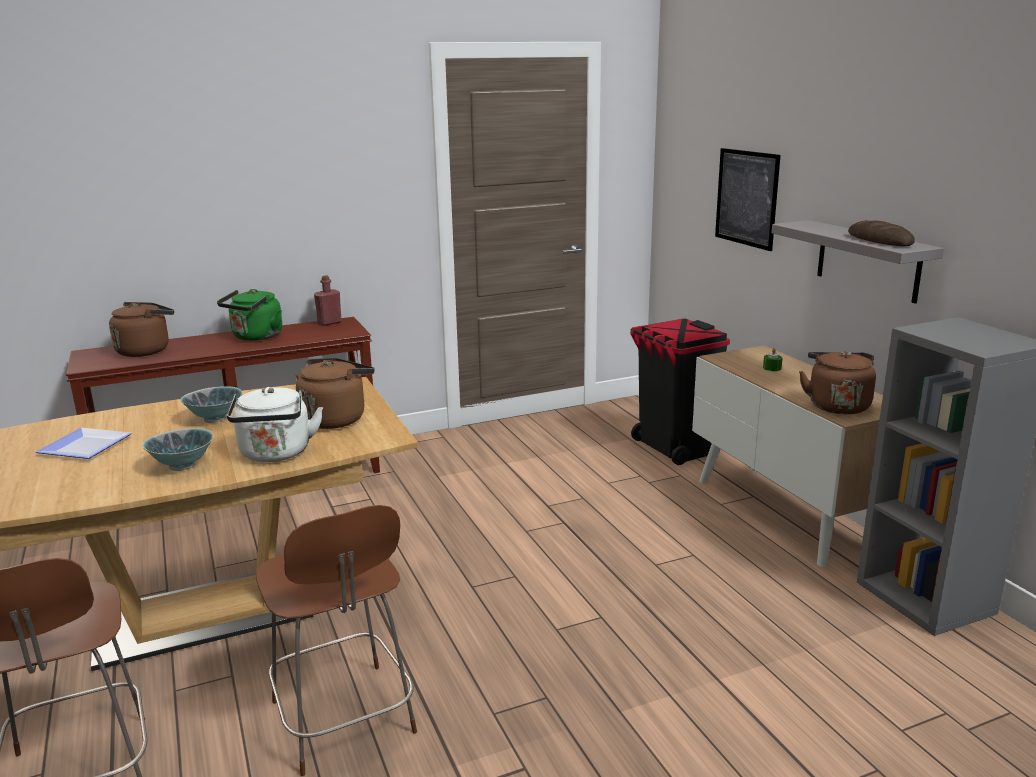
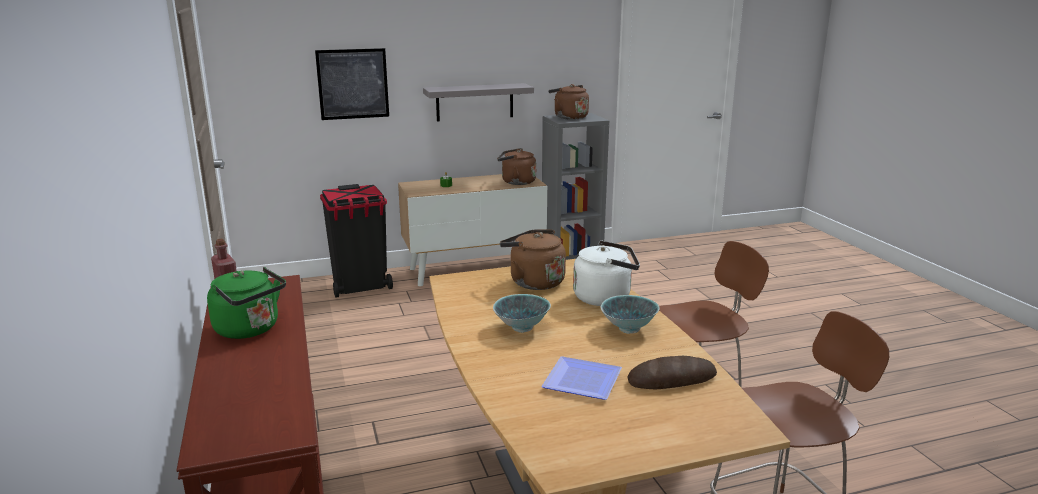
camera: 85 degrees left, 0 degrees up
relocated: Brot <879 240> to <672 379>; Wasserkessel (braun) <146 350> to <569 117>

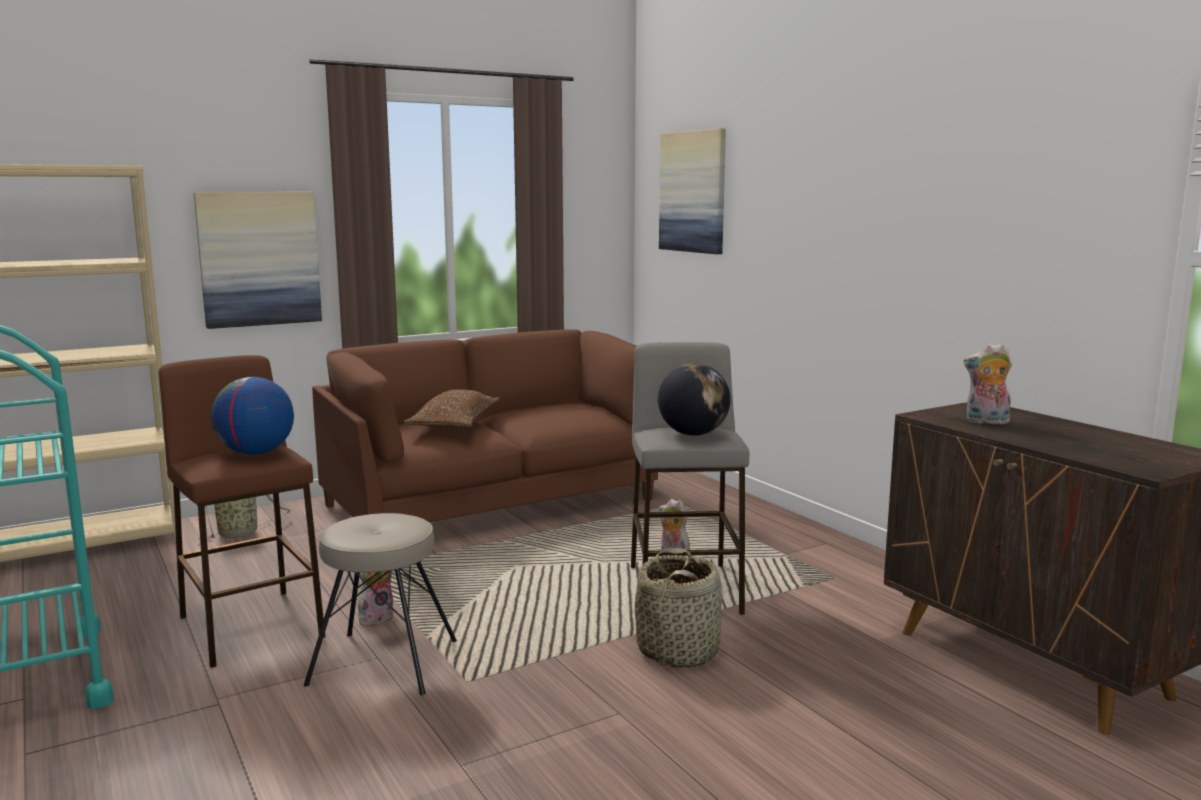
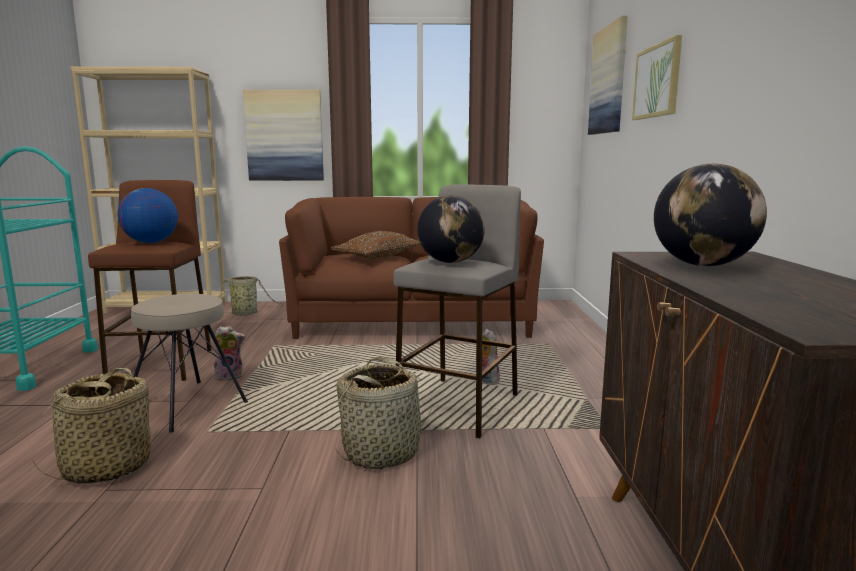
camera: 30 degrees right, 0 degrees up
appeared: Bild <657 81>; Korb <106 467>
exchanged: Plüschtier <986 422> to Globus <703 265>

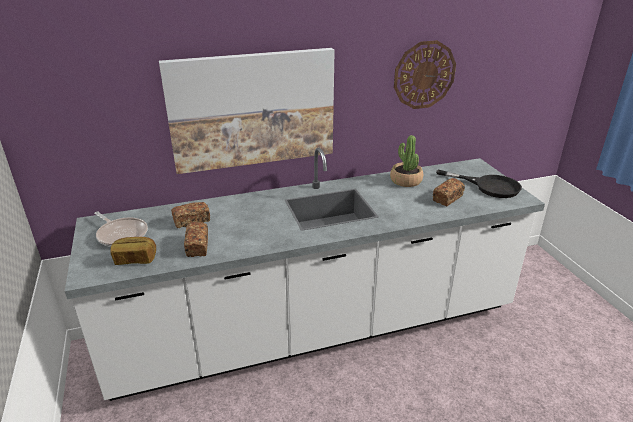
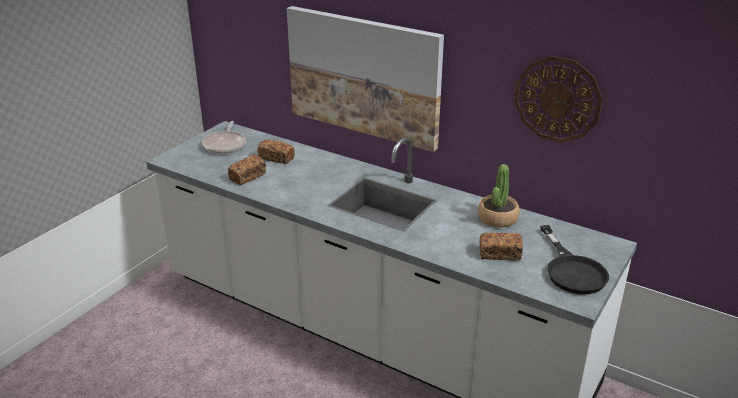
camera: 50 degrees right, 0 degrees up
missing: Brot <135 259>

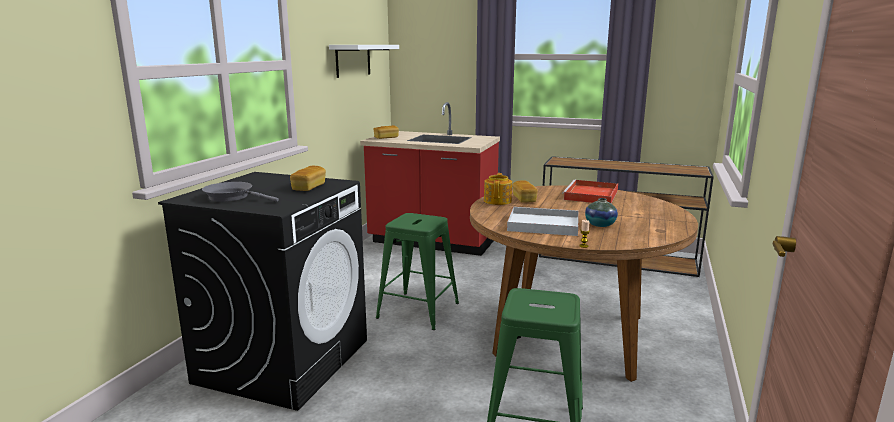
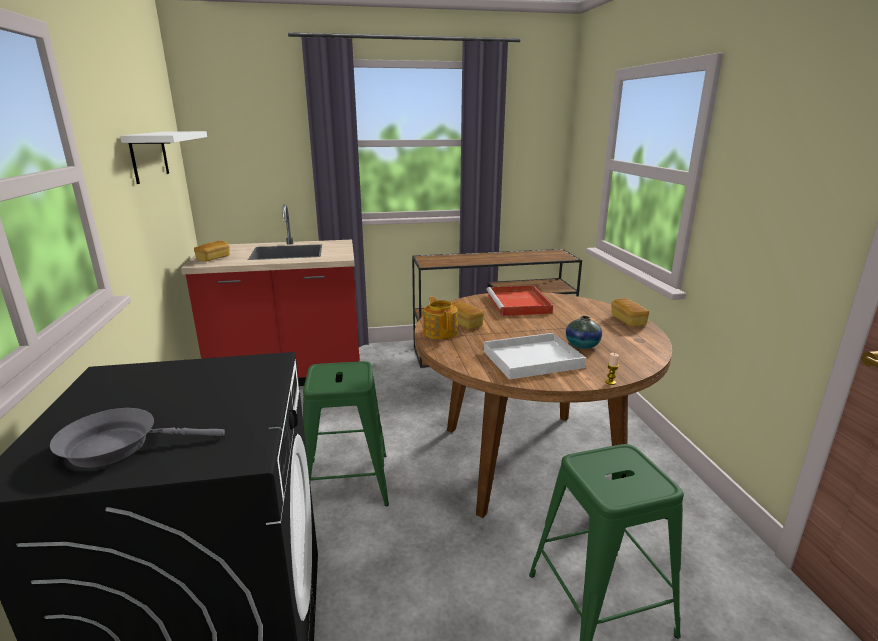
camera: 30 degrees left, 5 degrees up
relocated: Brot <309 187> to <628 321>

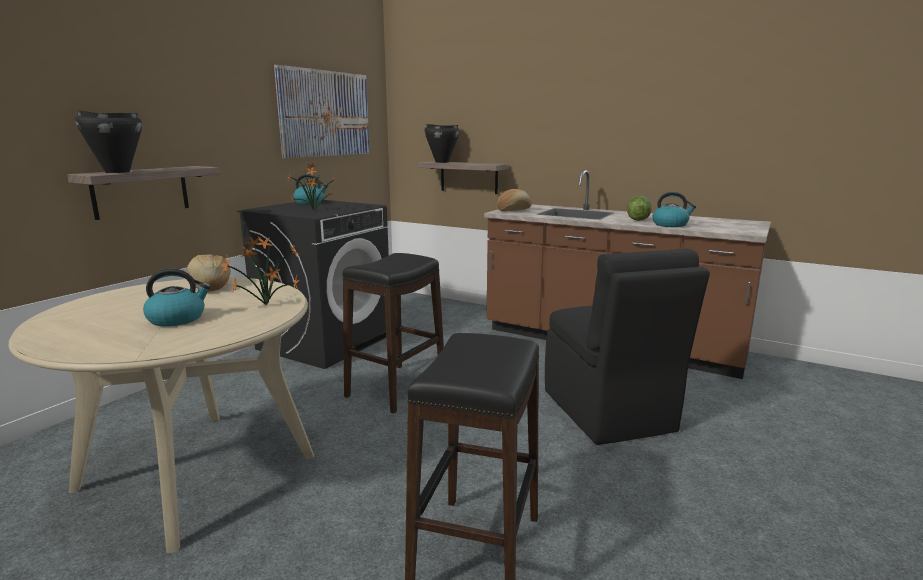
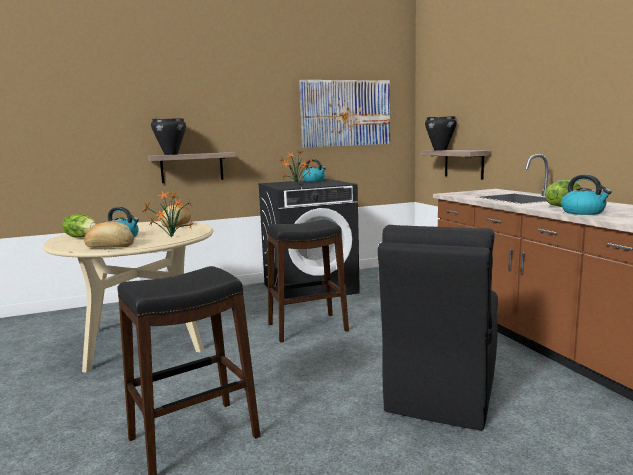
camera: 40 degrees right, 5 degrees down
appeared: Salatkopf <82 237>
relocated: Brot <513 210> to <110 247>

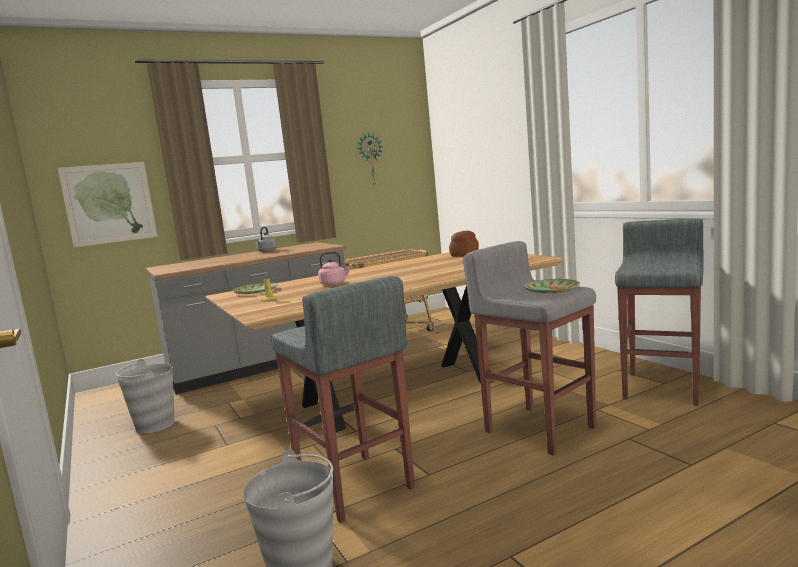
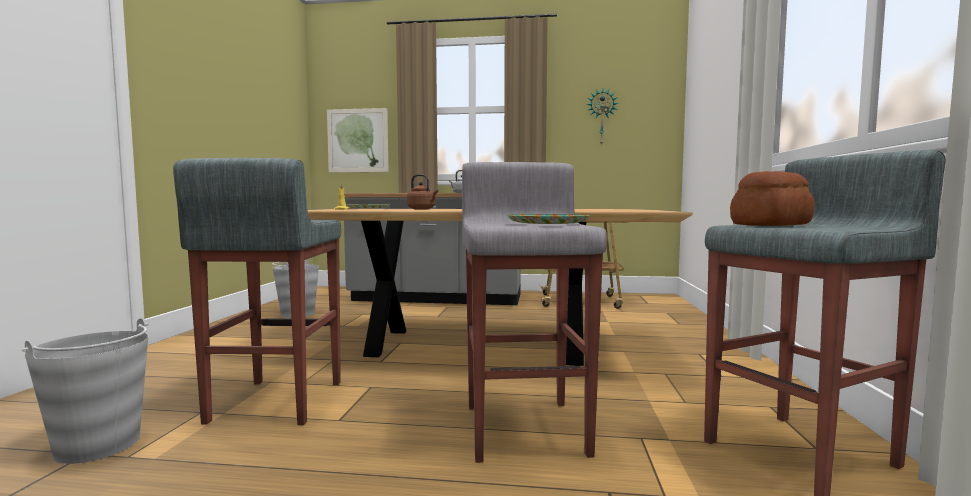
camera: 35 degrees right, 5 degrees down
relocated: Brot <464 254> to <769 225>
colour: Wasserkessel (rosa) <334 284> to Wasserkessel (braun) <422 209>

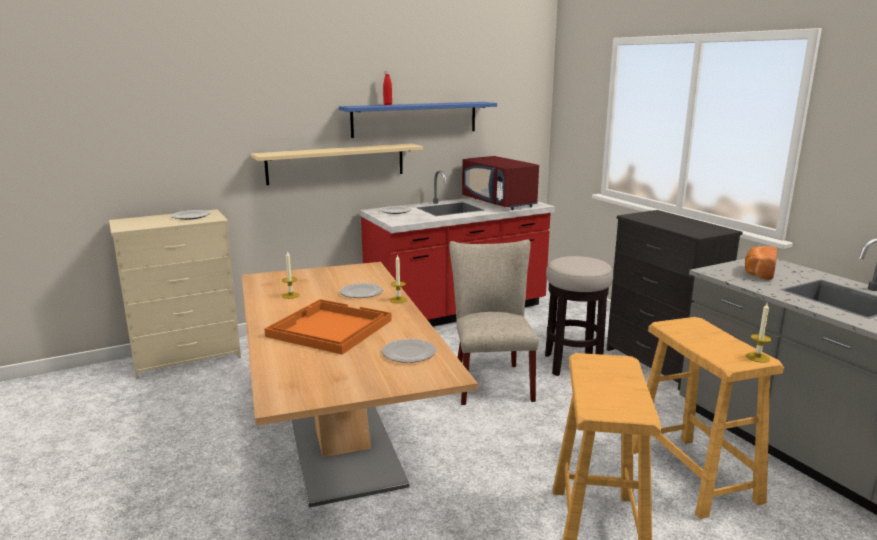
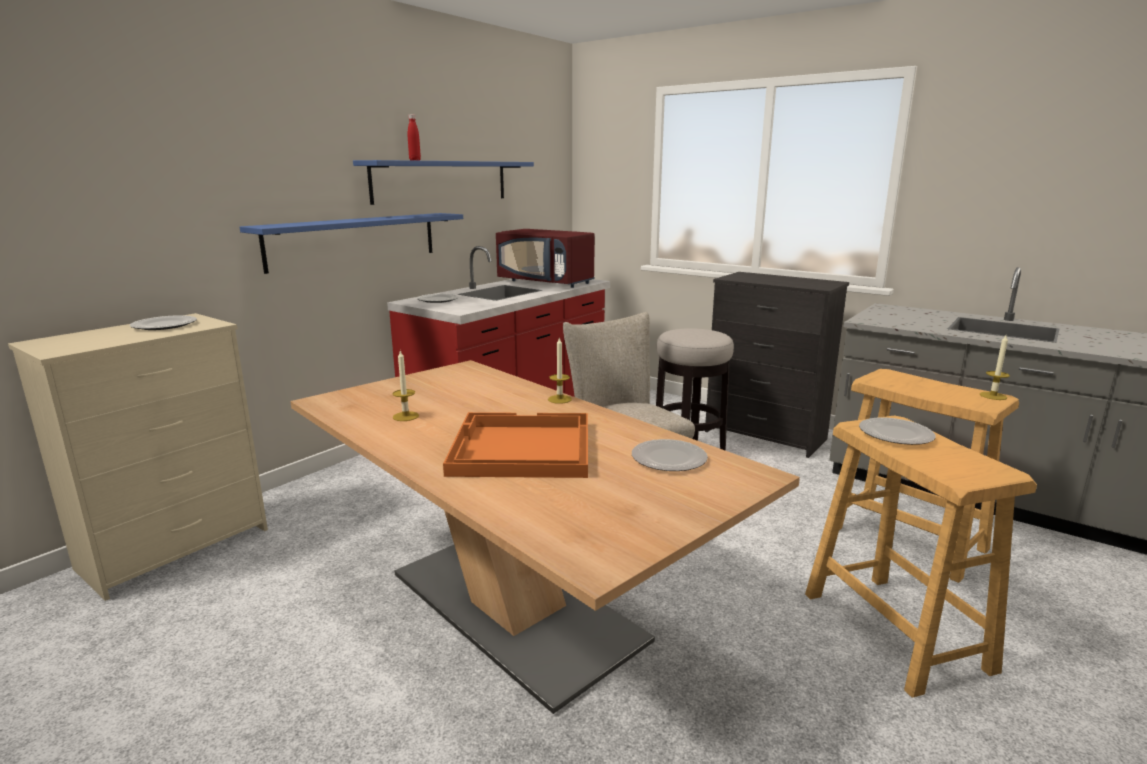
camera: 25 degrees left, 0 degrees up
missing: Brot <758 273>
relocated: Teller <360 292> to <894 434>
colour: Wandregal (beige) <336 163> to Wandregal (blau) <355 240>

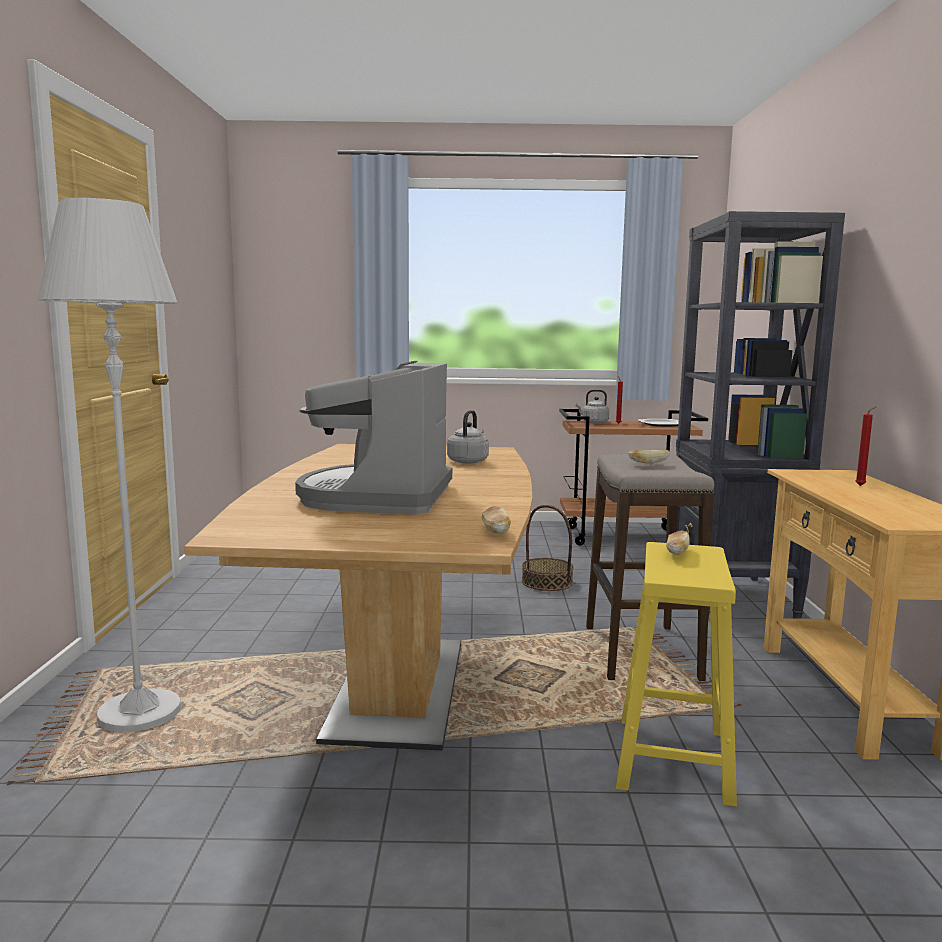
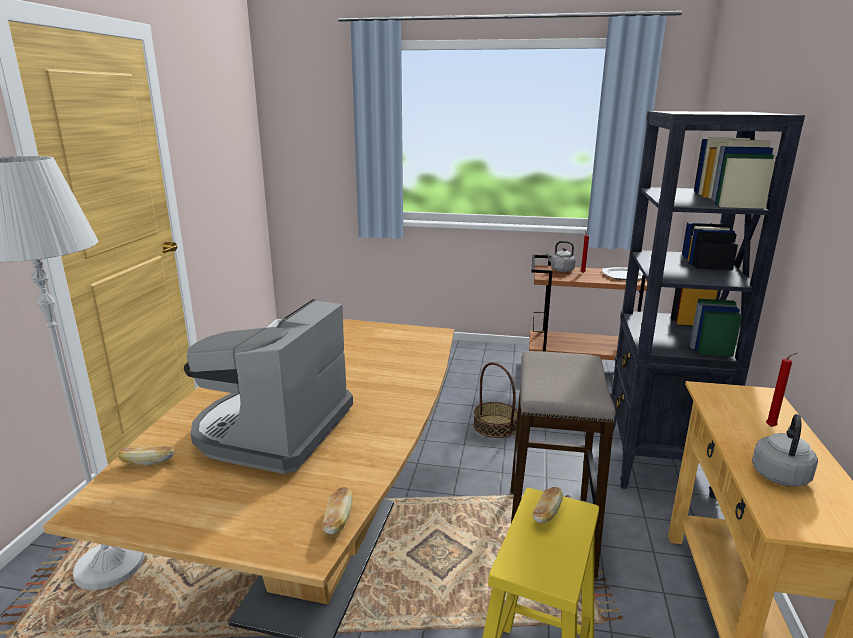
camera: 10 degrees right, 10 degrees up
relocated: Wasserkessel (grau) <468 461> to <780 474>; Brot <648 463> to <147 463>

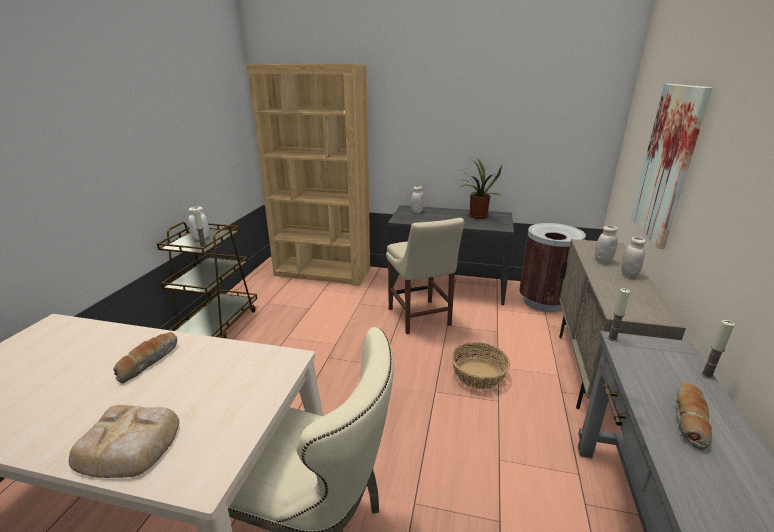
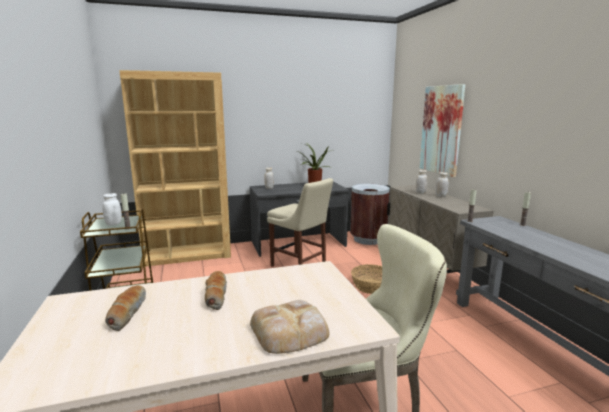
camera: 30 degrees left, 10 degrees down
relocated: Brot <688 419> to <127 312>

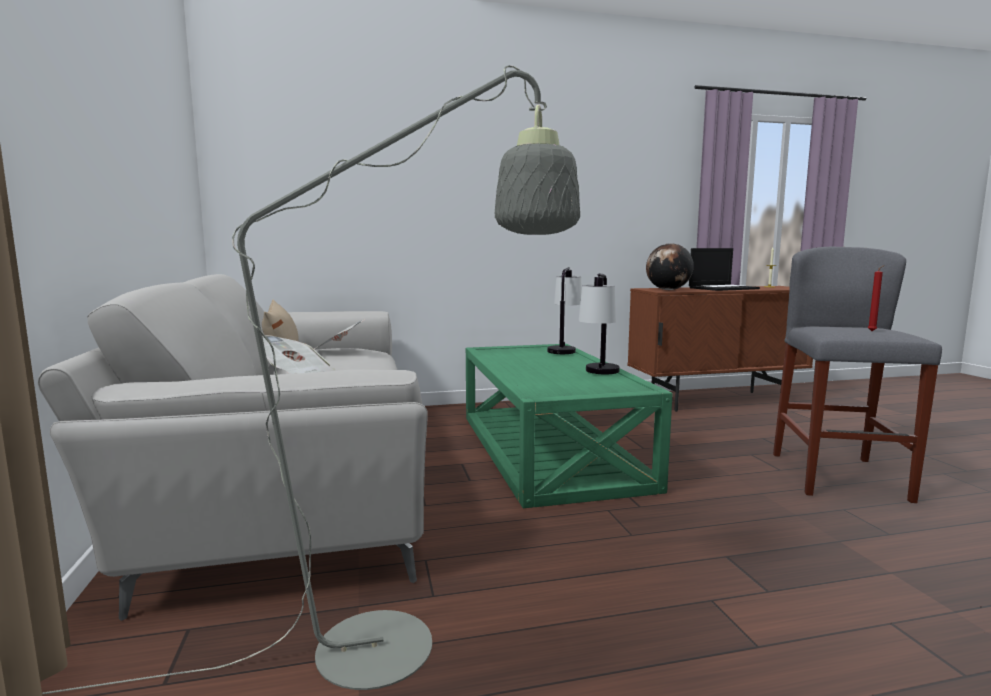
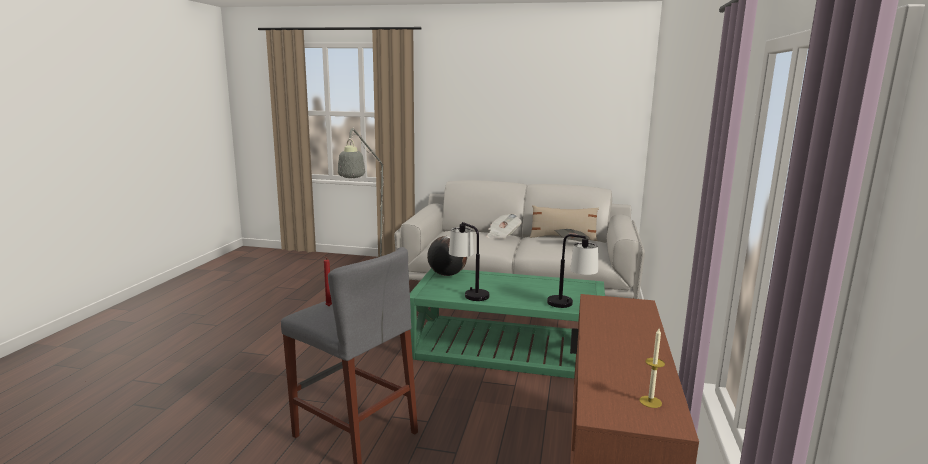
camera: 115 degrees right, 5 degrees up
missing: Laptop <723 288>
relocated: Globus <668 290> to <446 275>

